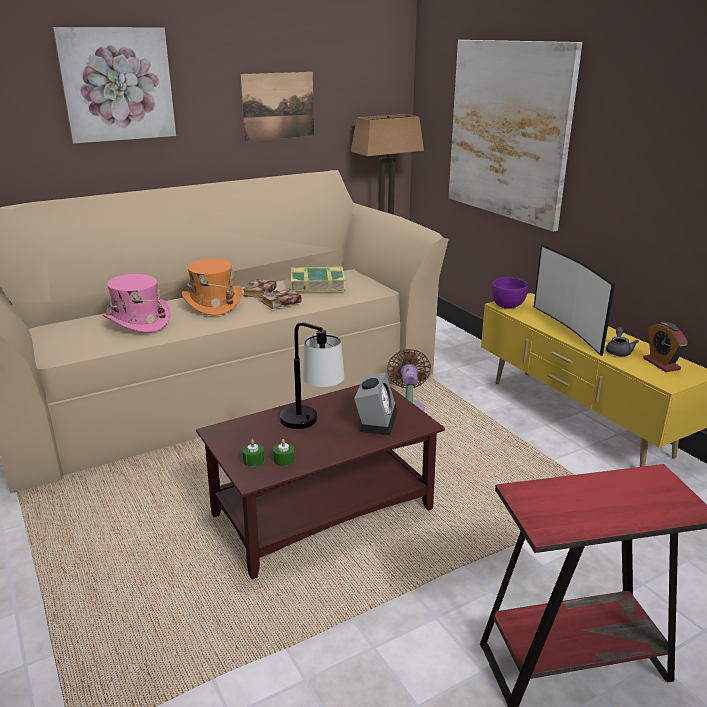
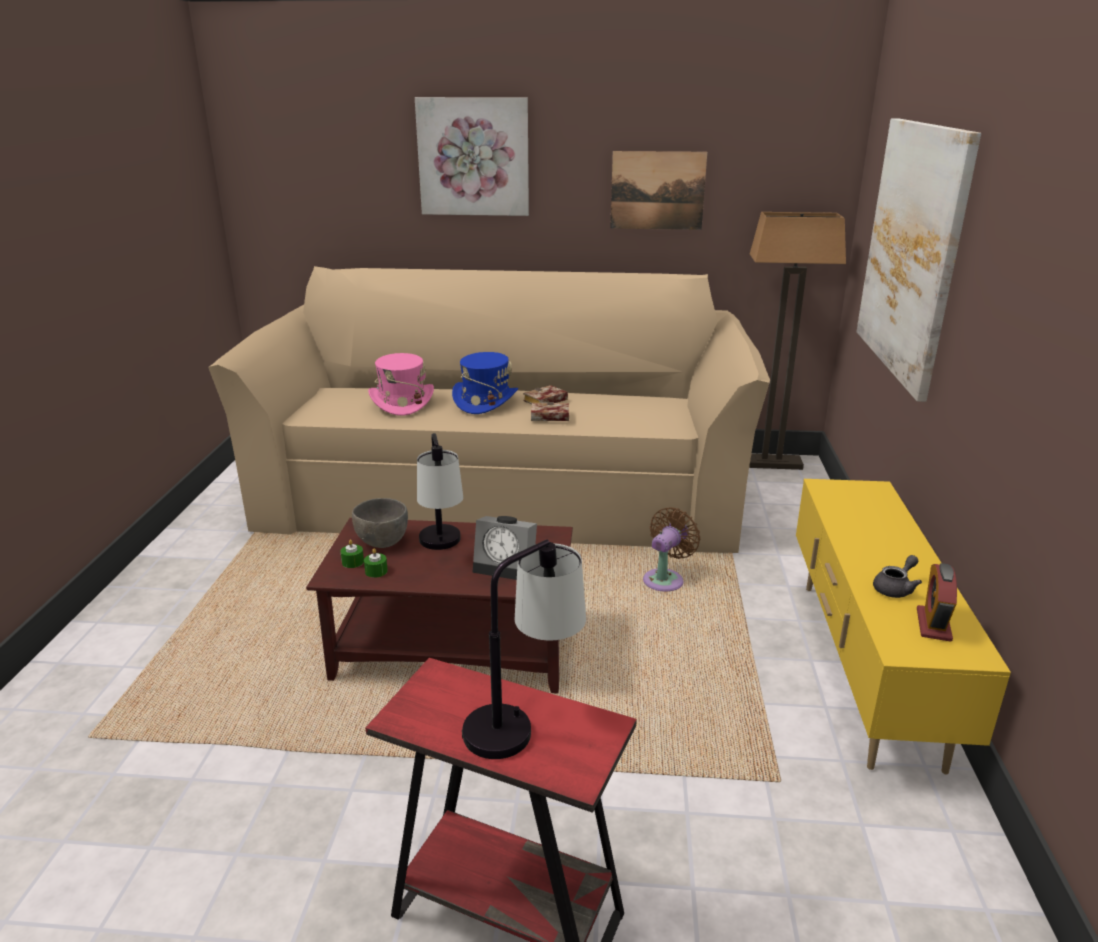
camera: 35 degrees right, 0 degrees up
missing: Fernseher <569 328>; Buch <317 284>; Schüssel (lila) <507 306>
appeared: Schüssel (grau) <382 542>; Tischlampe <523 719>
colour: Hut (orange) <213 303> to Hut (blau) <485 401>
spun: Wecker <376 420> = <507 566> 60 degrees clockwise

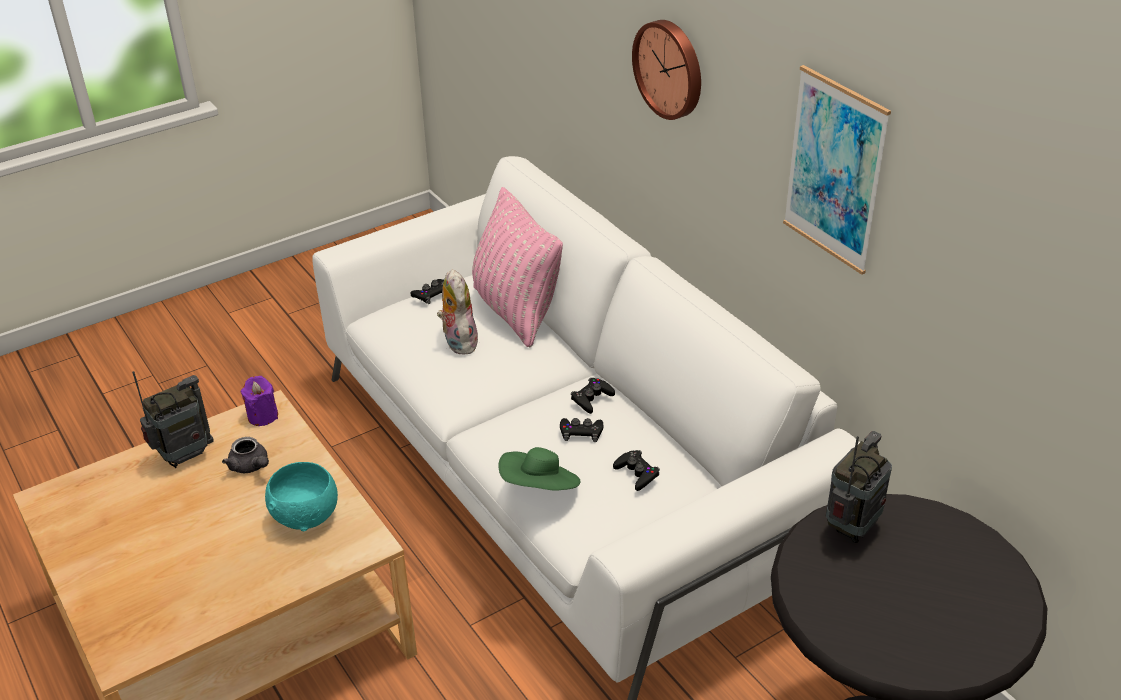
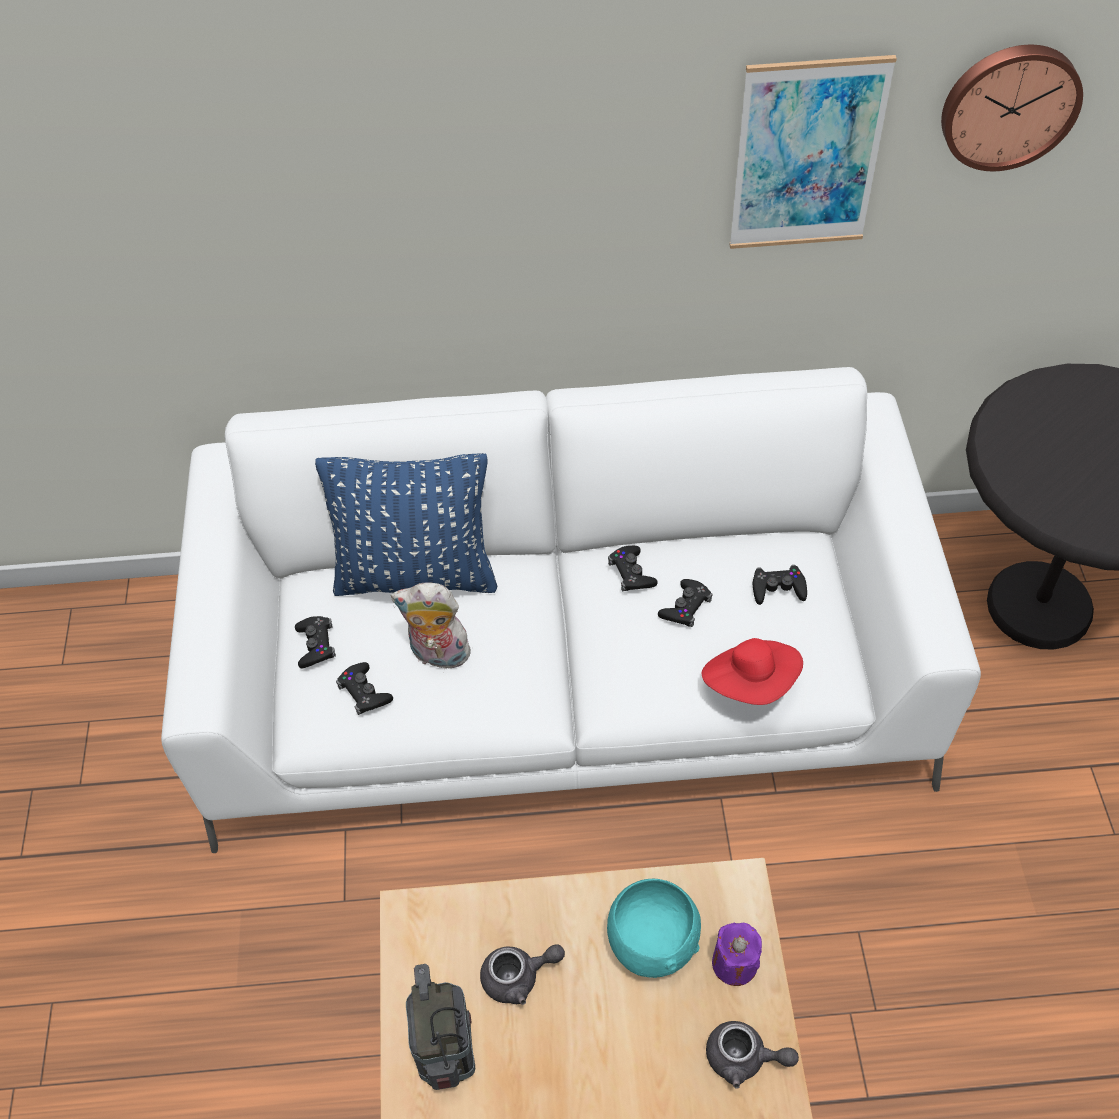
camera: 60 degrees left, 15 degrees up
missing: Radio <852 528>
appeared: Gamepad (schwarz) <364 692>; Teekanne (grau) <744 1059>
relocated: Wanduhr <670 68> to <1009 104>; Kerze (lila) <262 416> to <734 964>
colour: Kissen (rosa) <516 312> to Kissen (blau) <416 575>; Hut (grün) <540 488> to Hut (rot) <751 683>

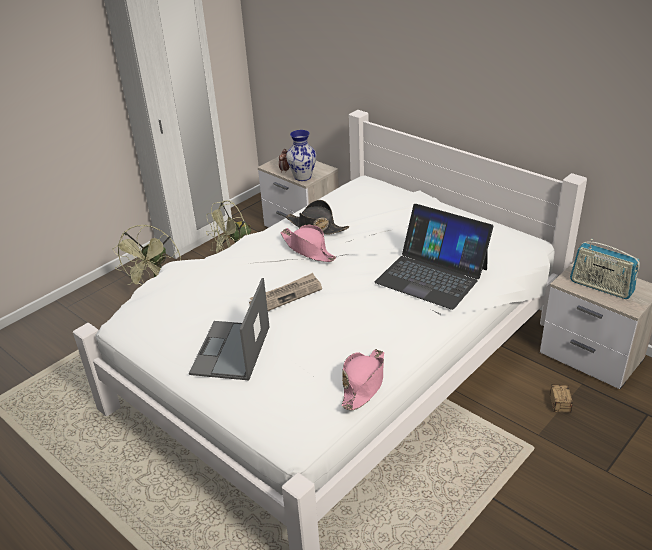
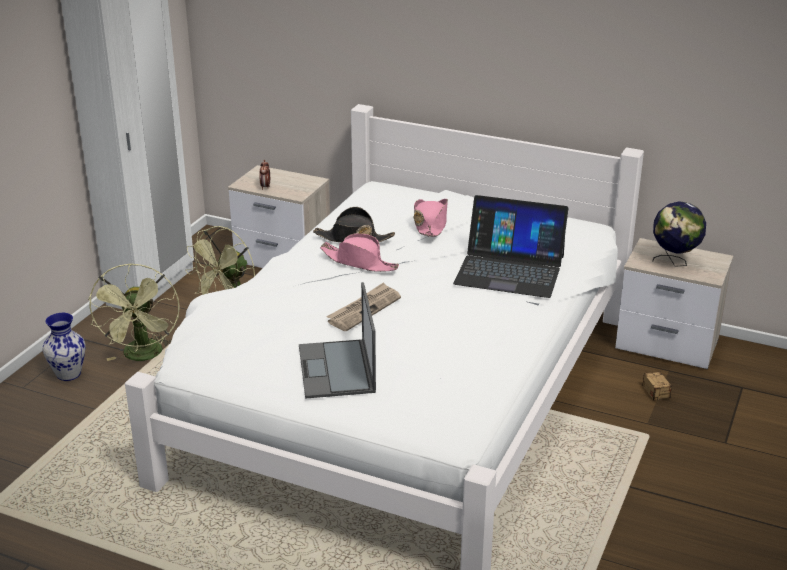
camera: 20 degrees left, 5 degrees down
relocated: Vase <302 177> to <68 374>; Hut (rosa) <364 383> to <430 224>
exchanged: Radio <601 287> to Globus <674 262>

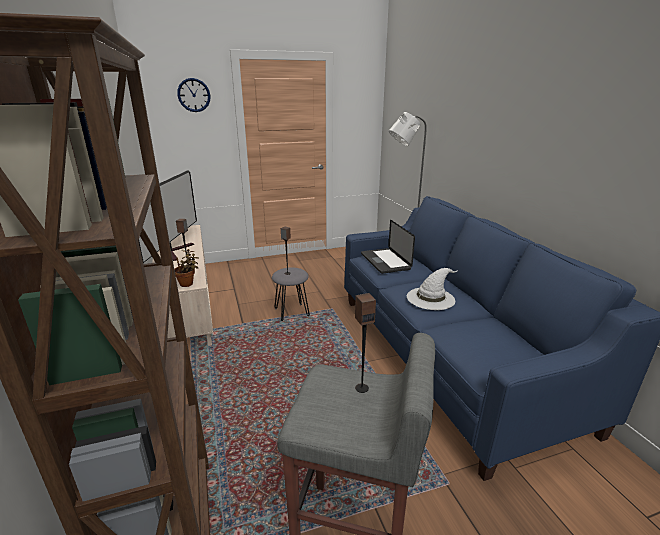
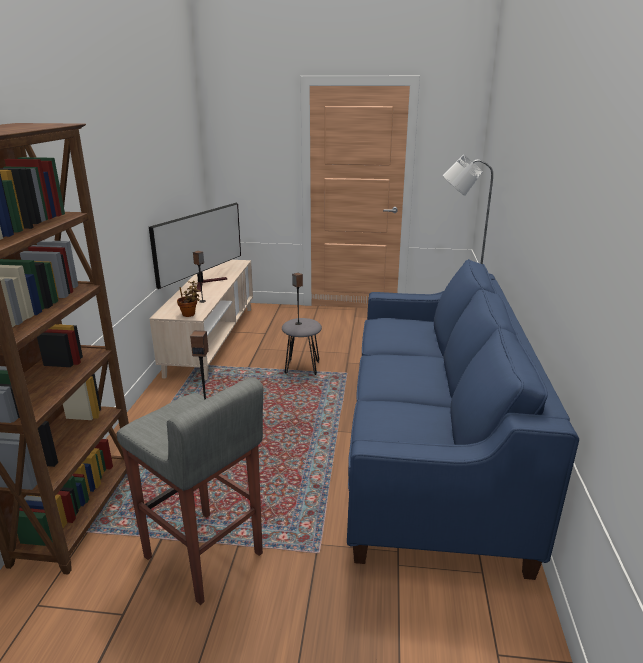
camera: 25 degrees right, 0 degrees up
missing: Wanduhr <194 95>; Laptop <385 261>; Hut (weiß) <431 298>

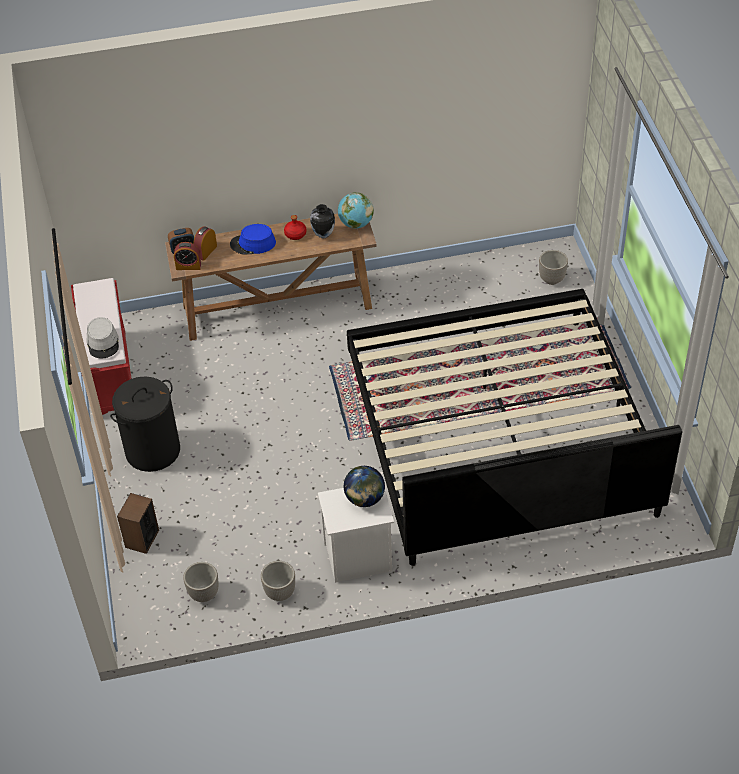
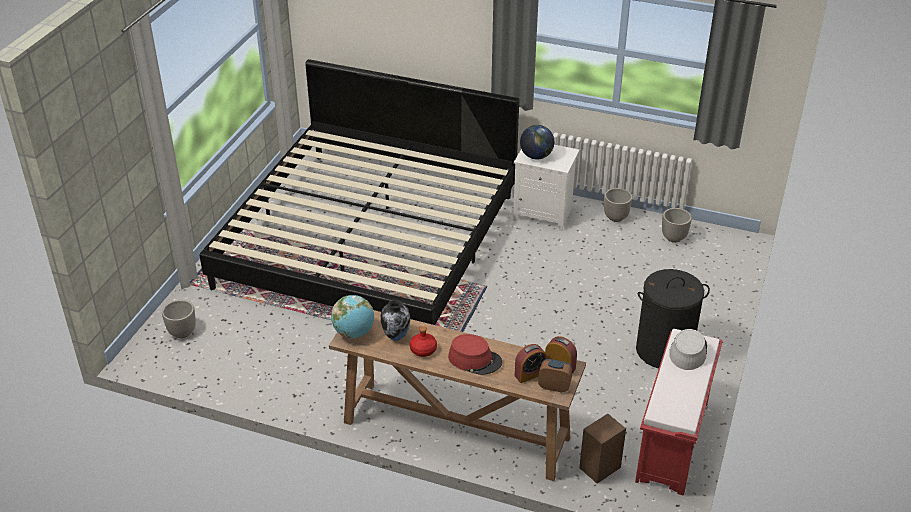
camera: 150 degrees left, 10 degrees down
relocated: Lautsprecher <142 539> to <600 468>
colour: Hut (blau) <253 244> to Hut (rot) <475 359>

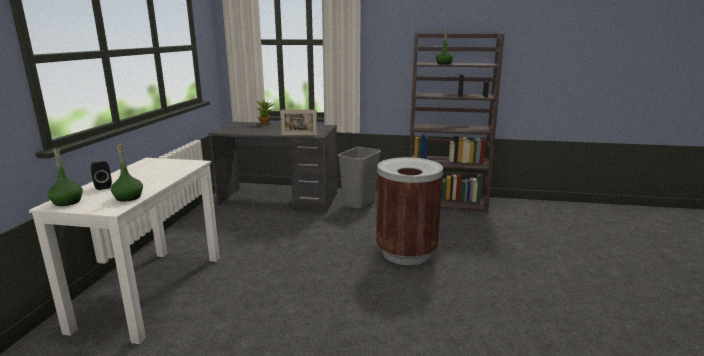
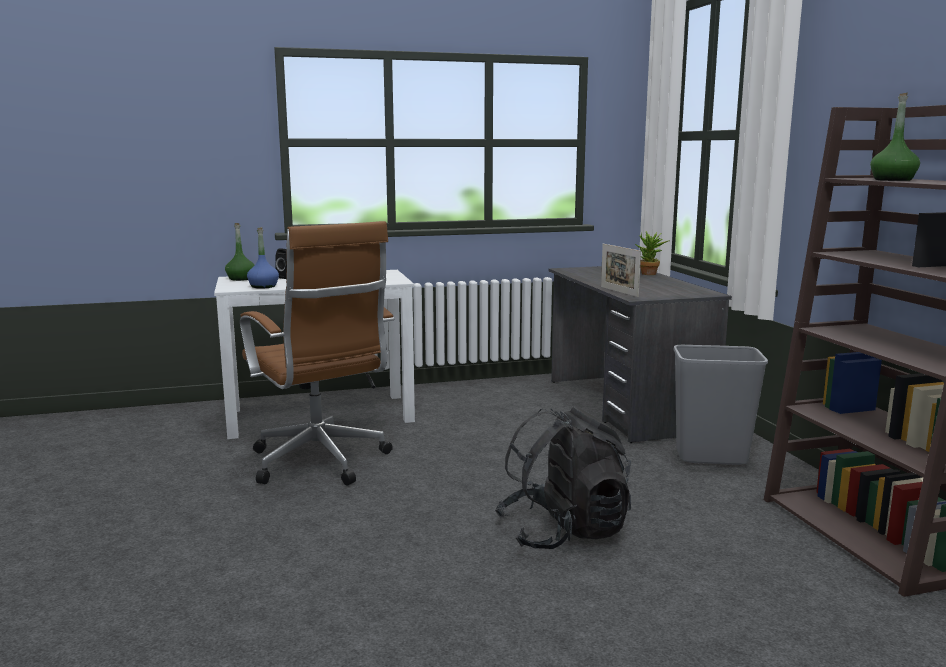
camera: 65 degrees right, 5 degrees down
appeared: Bürostuhl (braun) <321 463>
exchanged: Mülleimer (braun) <406 253> to Rucksack (schwarz) <563 532>
colour: Flasche (grün) <128 197> to Flasche (blau) <263 286>

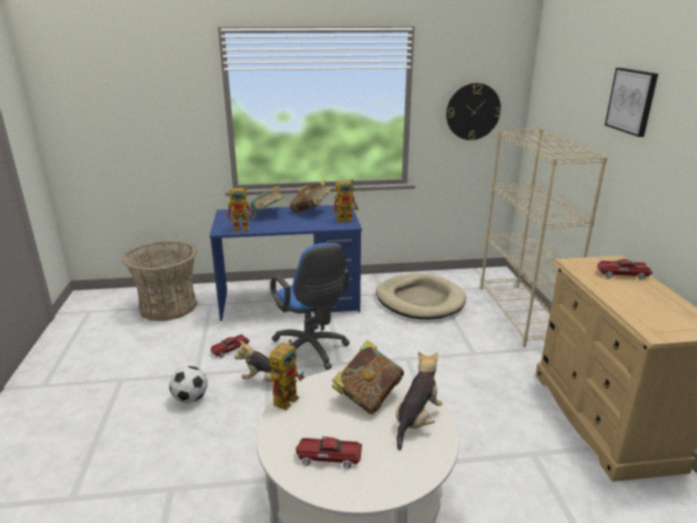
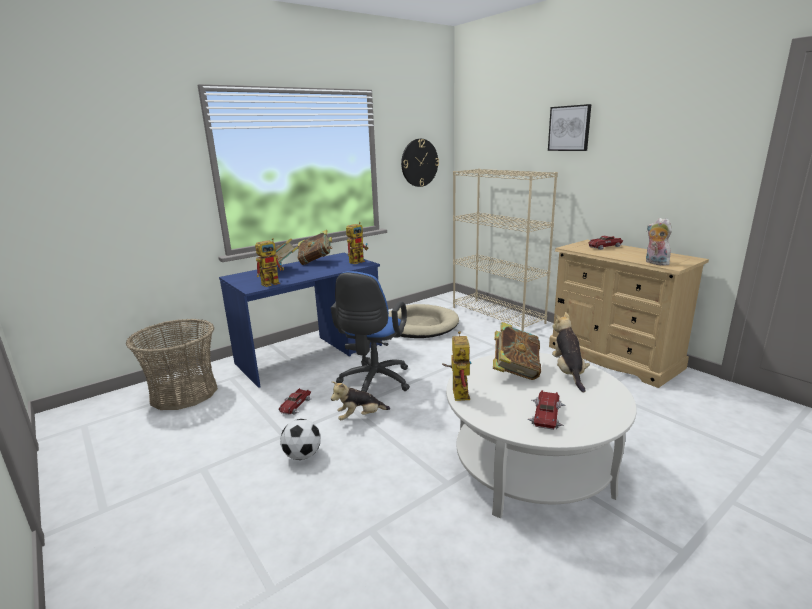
camera: 30 degrees left, 5 degrees down
appeared: Plüschtier <655 263>
spun: Bürostuhl (blau) <311 351> = <373 383> 75 degrees clockwise; Spielzeugauto <328 457> = <546 415> 135 degrees clockwise

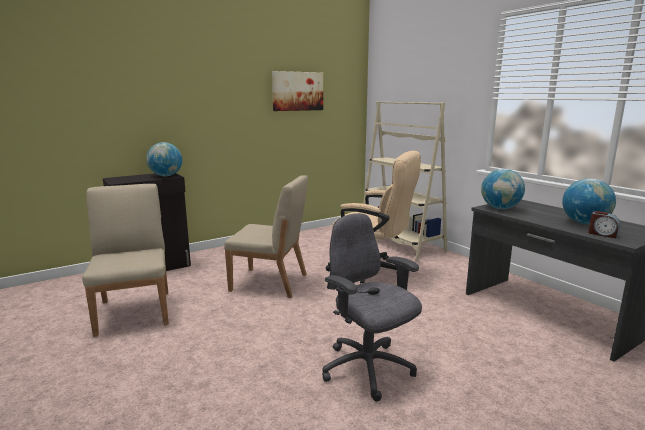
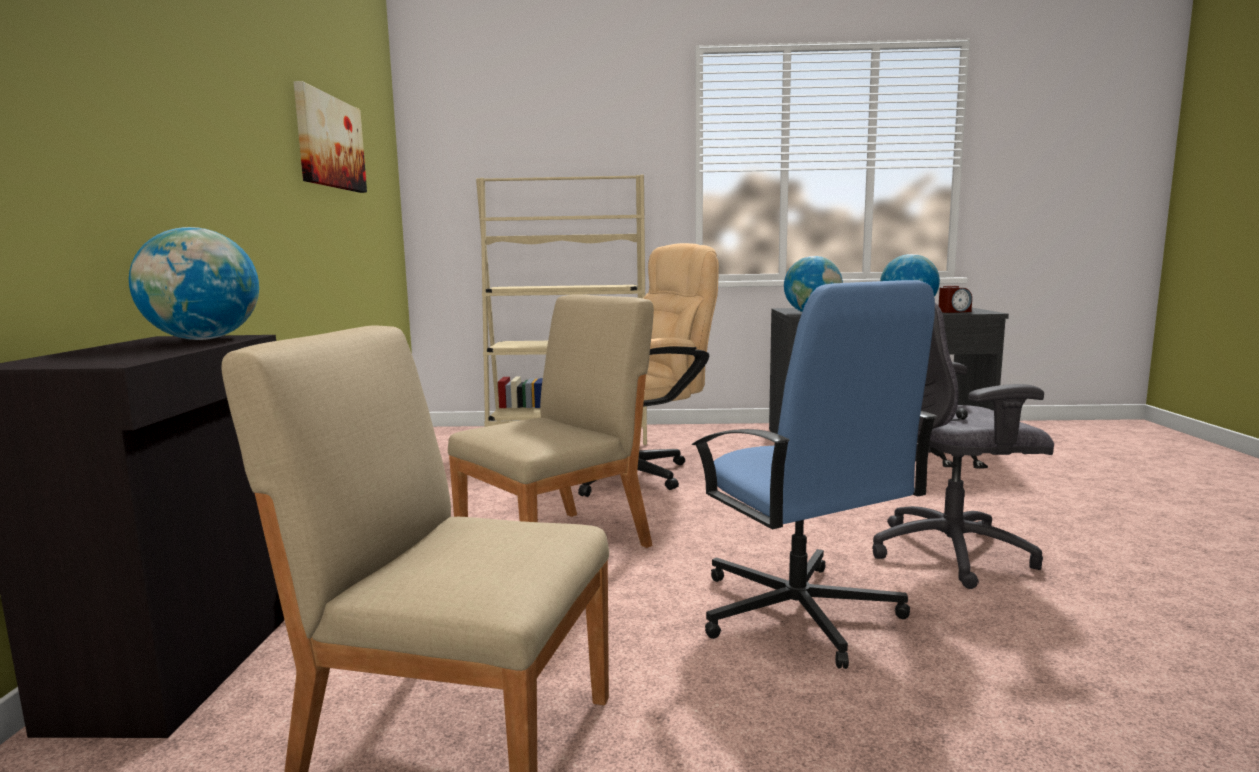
camera: 55 degrees left, 5 degrees down
appeared: Bürostuhl (blau) <798 613>

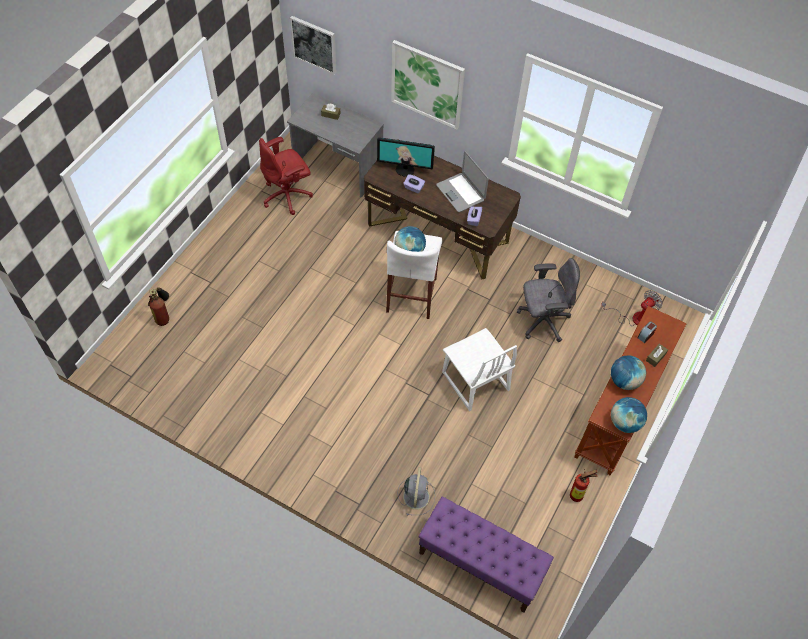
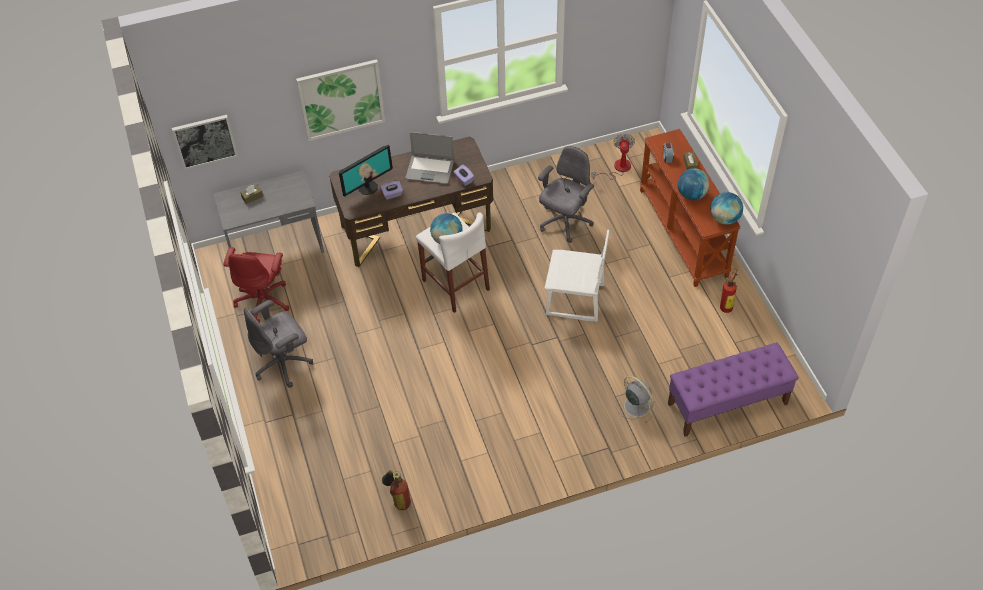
camera: 45 degrees left, 5 degrees down
appeared: Bürostuhl (grau) <284 364>
relocated: Feuerlöscher <164 315> to <398 499>

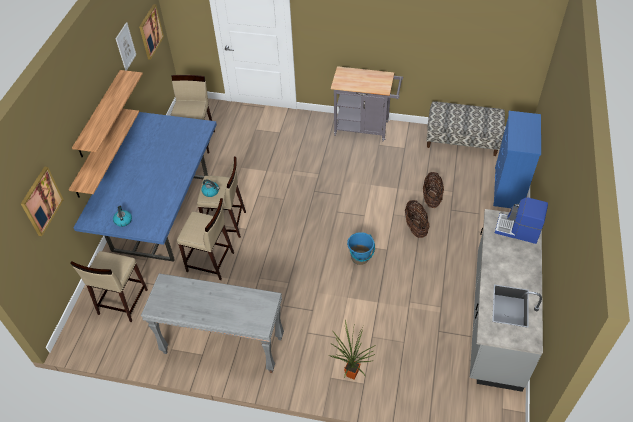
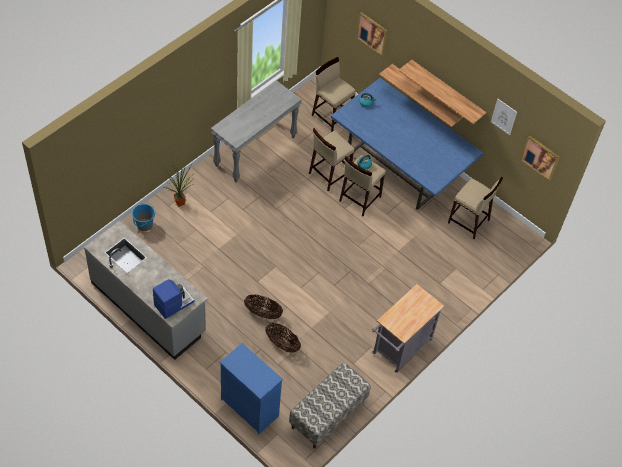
camera: 115 degrees right, 5 degrees up
relocated: Eimer (blau) <360 257> to <144 225>

